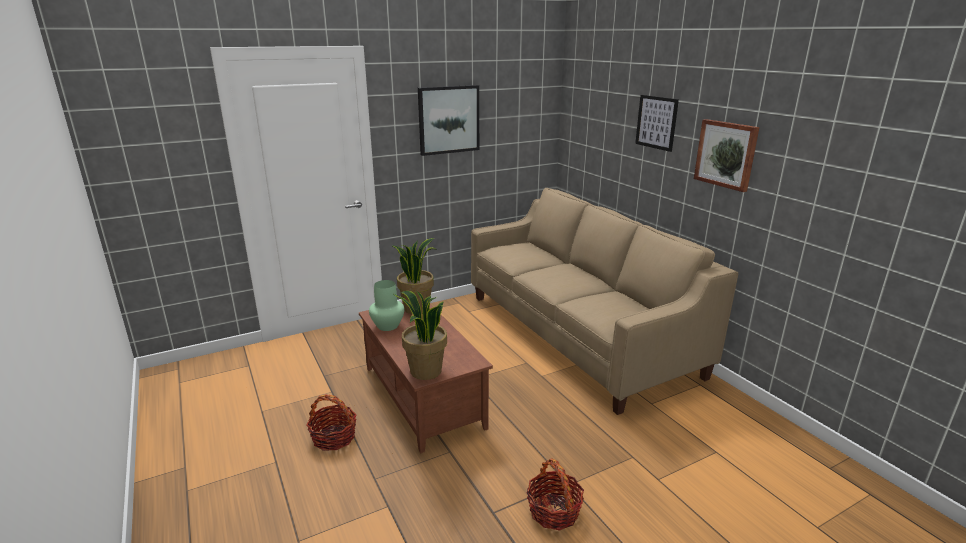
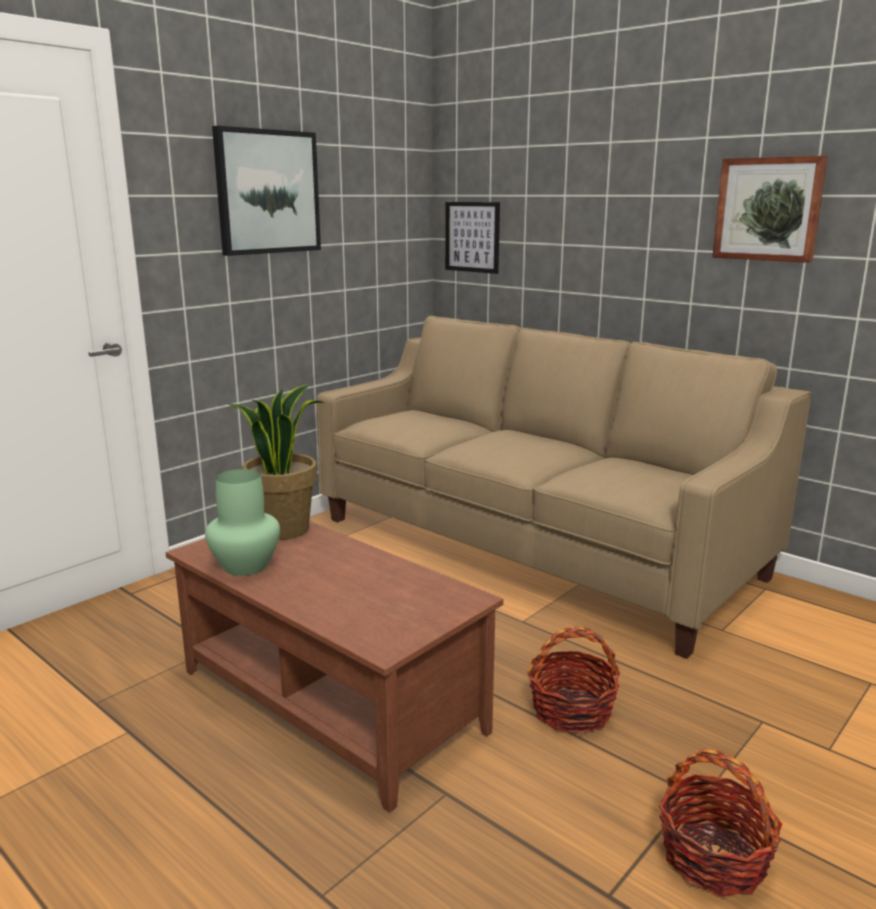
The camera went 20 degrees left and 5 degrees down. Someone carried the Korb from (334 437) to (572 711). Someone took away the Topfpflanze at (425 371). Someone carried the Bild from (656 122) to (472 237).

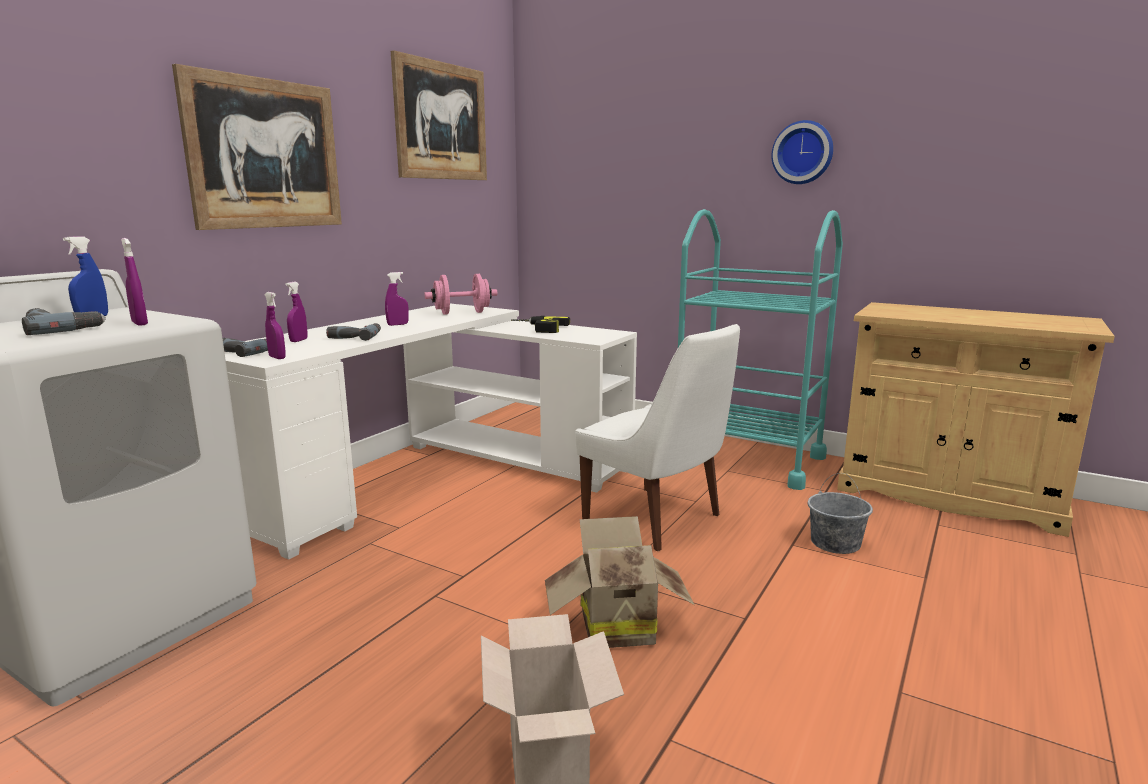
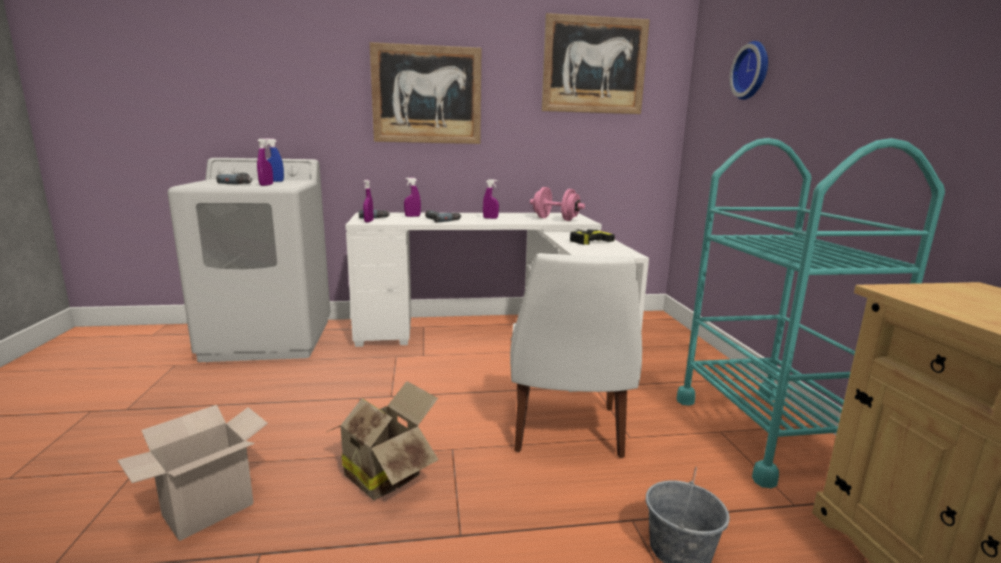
The camera went 50 degrees right and 0 degrees up. Someone carried the Wanduhr from (803 152) to (753 71).

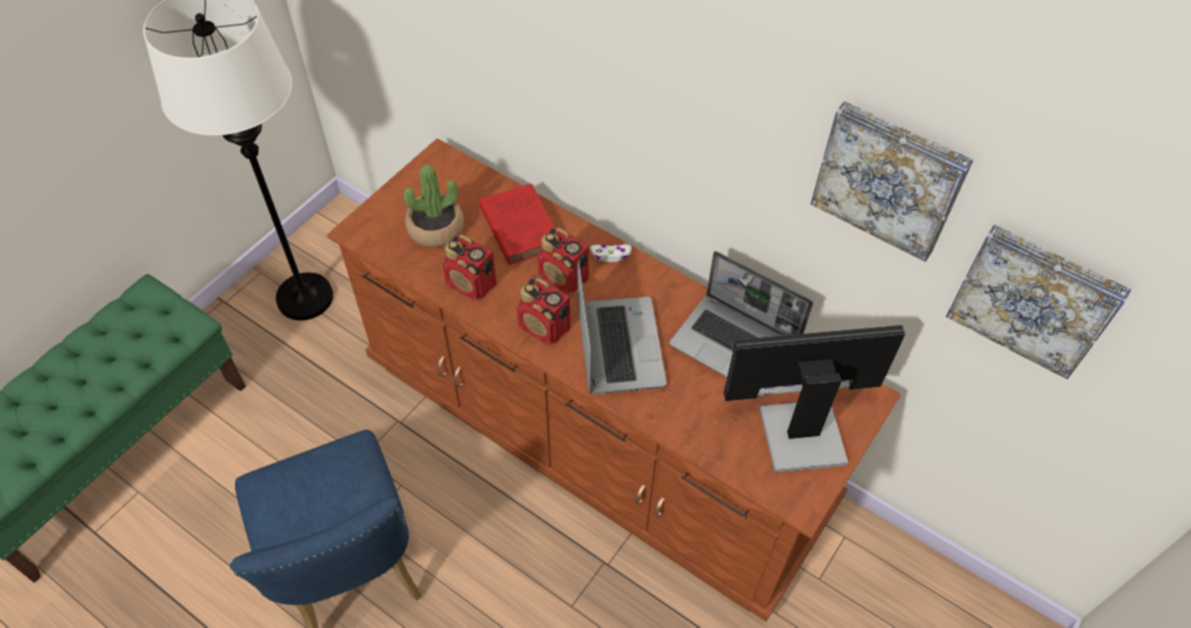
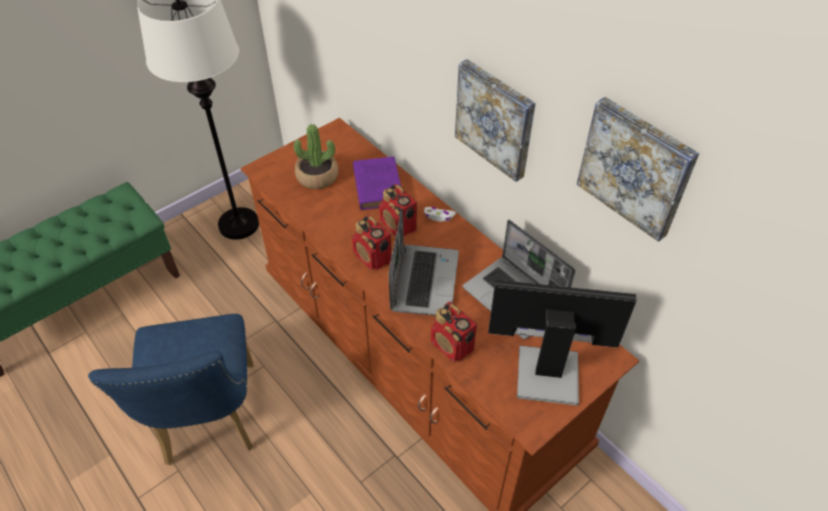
The camera went 15 degrees right and 5 degrees down. Someone carried the Radio from (472 285) to (452 346). Someone repainted the Buch [rot] at (519 226), which became the Buch [lila] at (377 185). Someone carried the Bild from (1034 298) to (496 119).

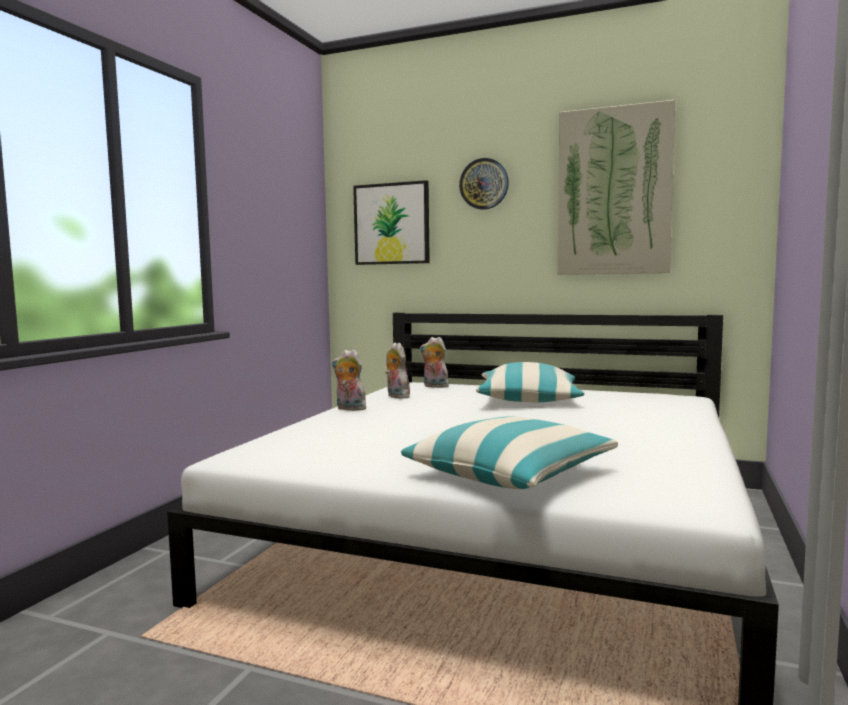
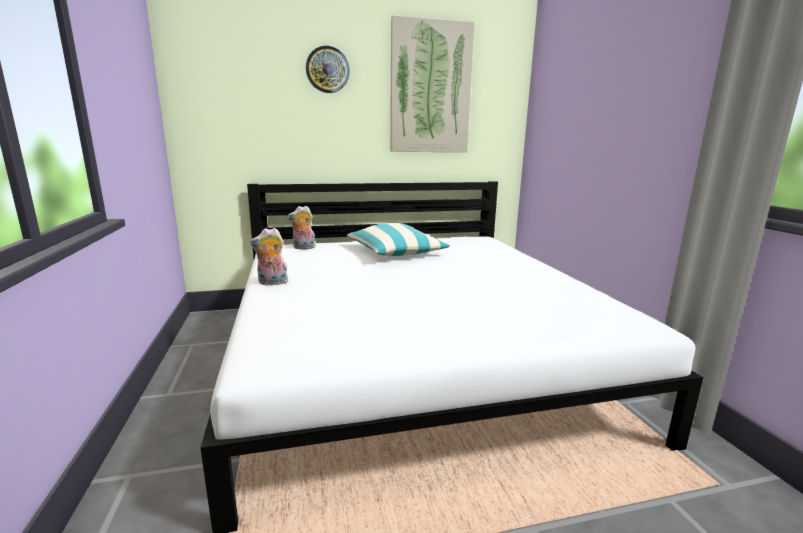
The camera went 35 degrees left and 10 degrees up. Someone took away the Bild at (392 224). Someone took away the Plüschtier at (396 396). Someone took away the Kissen at (509 474).

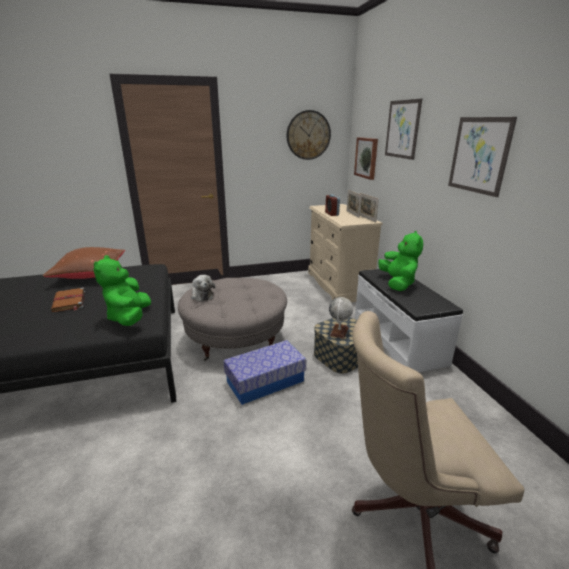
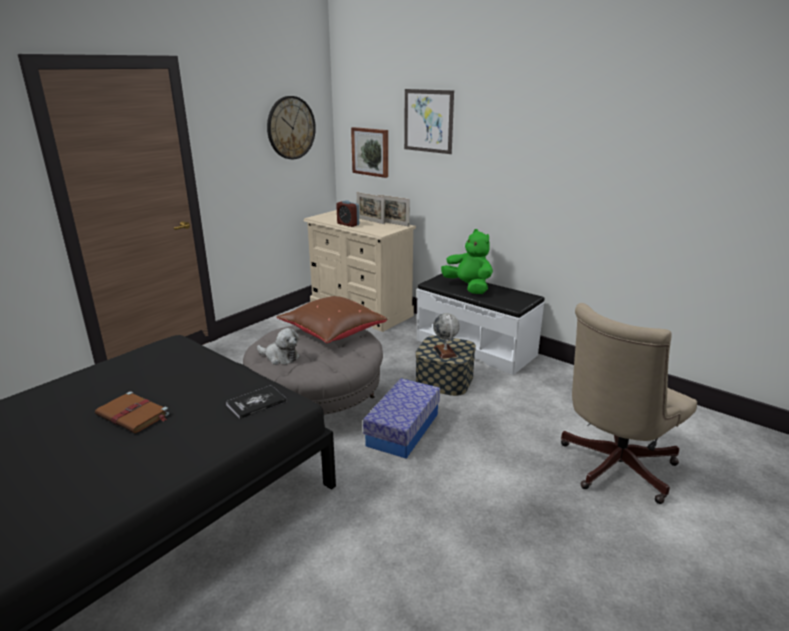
The camera went 35 degrees left and 0 degrees up. Someone carried the Kissen [braun] from (89 274) to (332 333). Someone swapped the Plüschtier [grün] at (129 318) for the Buch at (256 403). Someone took away the Bild at (479 155).

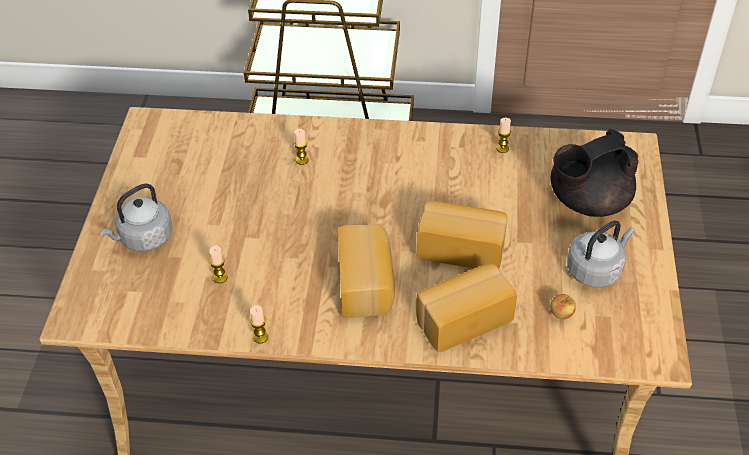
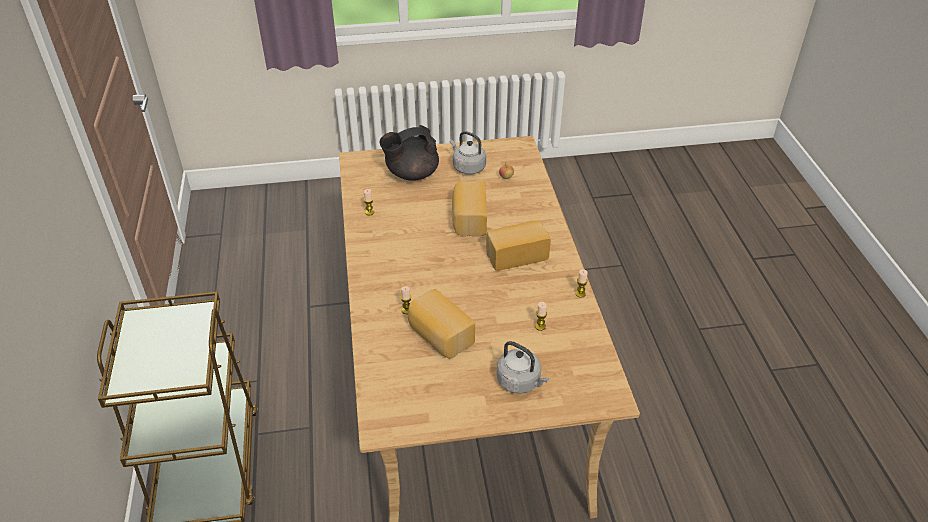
The camera went 105 degrees left and 5 degrees down. Someone carried the Brot from (462 318) to (439 336). Someone rotated the Teekanne [schwarz] at (587 201) by 105 degrees clockwise.

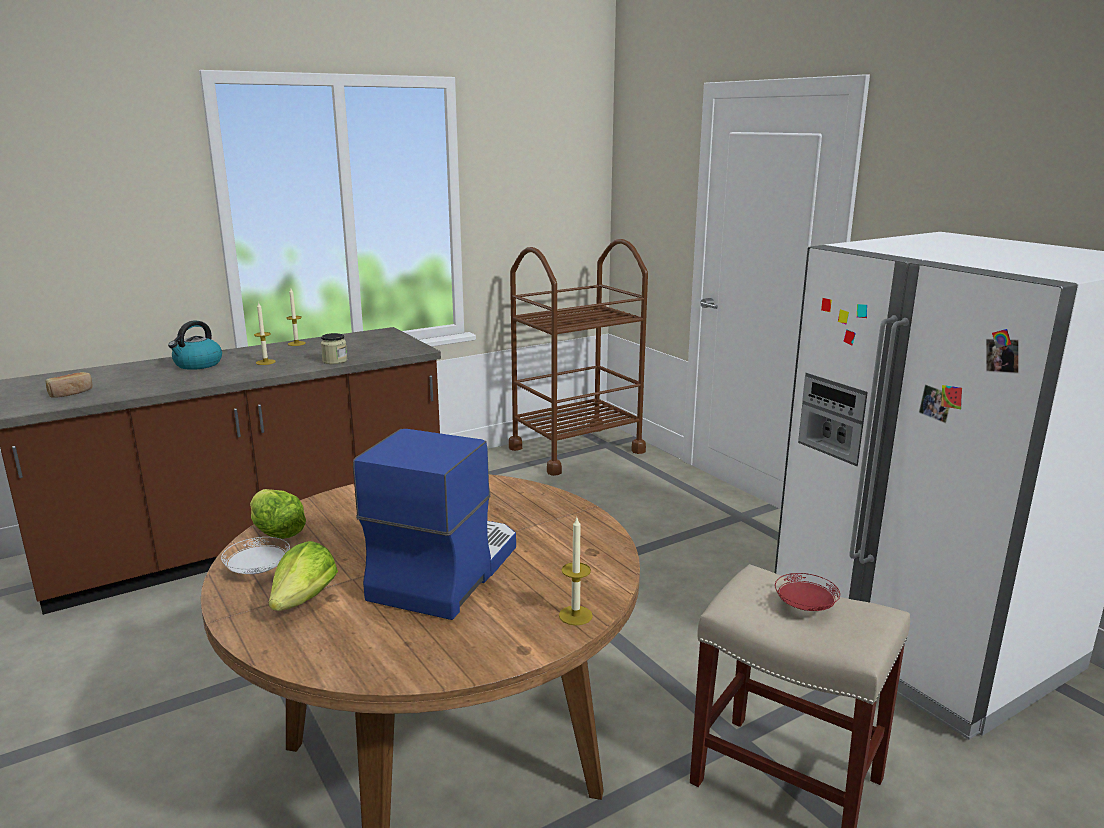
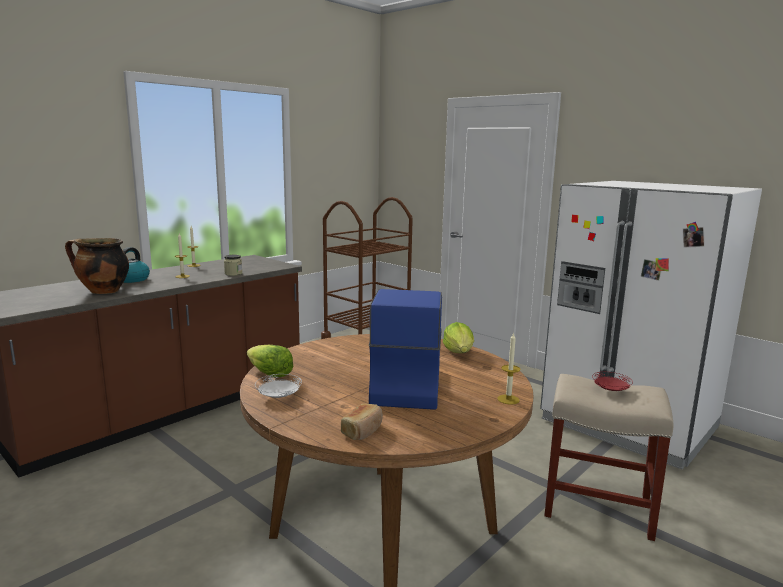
The camera went 15 degrees left and 5 degrees down. Someone carried the Brot from (71 393) to (363 430). Someone carried the Salatkopf from (304 600) to (459 352). Someone put down the Kochtopf at (102 291).

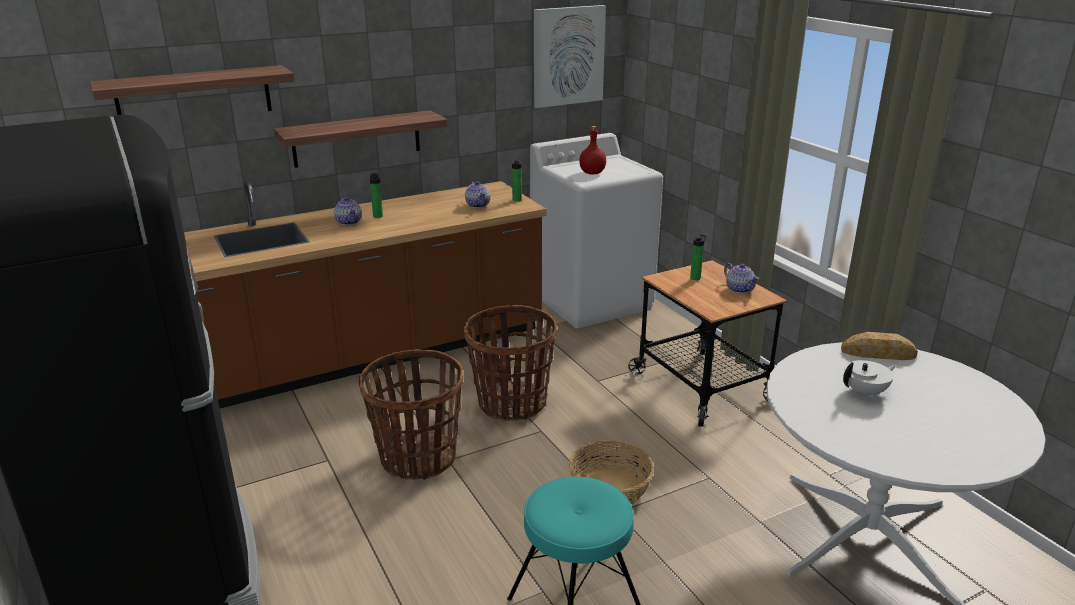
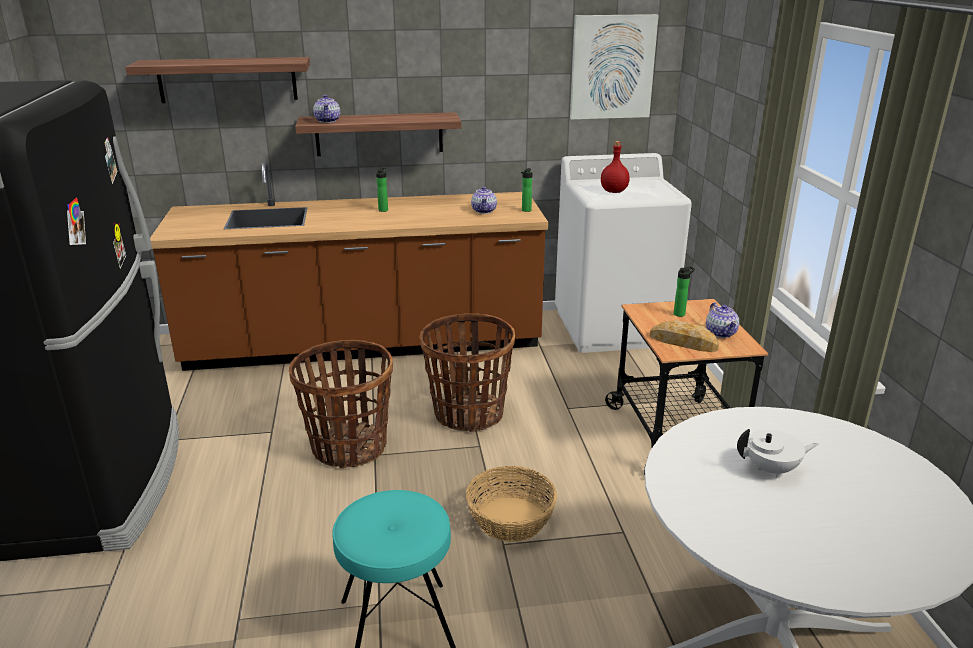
The camera went 20 degrees right and 0 degrees up. Someone carried the Teekanne from (349 222) to (328 121). Someone carried the Brot from (878 353) to (683 342).

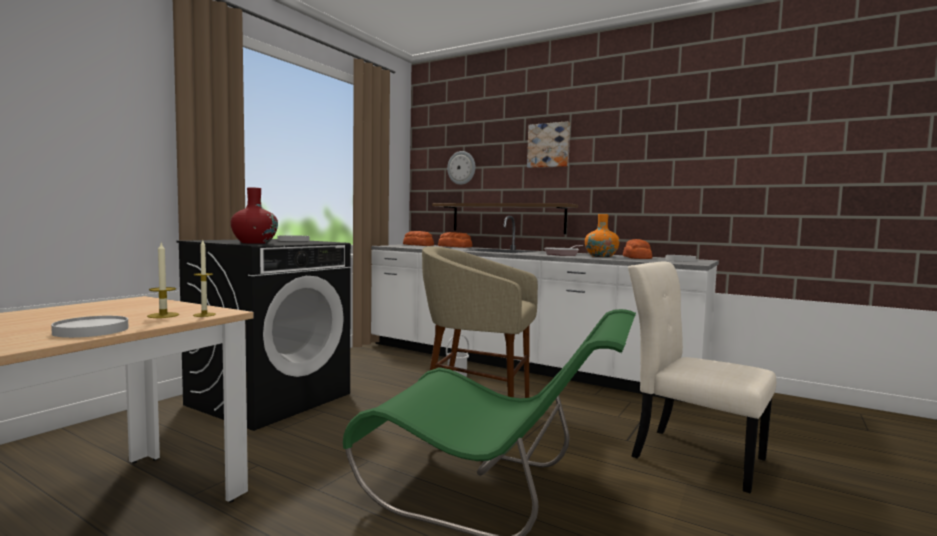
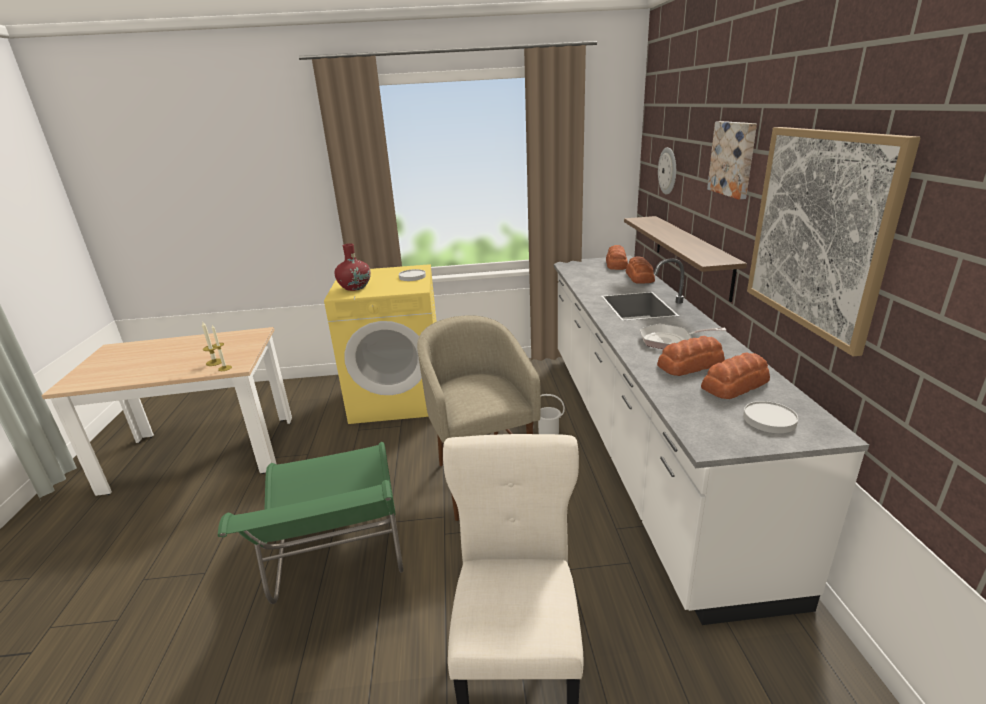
The camera went 55 degrees right and 20 degrees up. Someone took away the Teller [weiß] at (90 330). Someone repainted the Waschmaschine [schwarz] at (270 399), which became the Waschmaschine [gelb] at (399 397). Someone swapped the Vase [orange] at (601 256) for the Brot at (691 364). Someone put up the Bild at (818 231).

